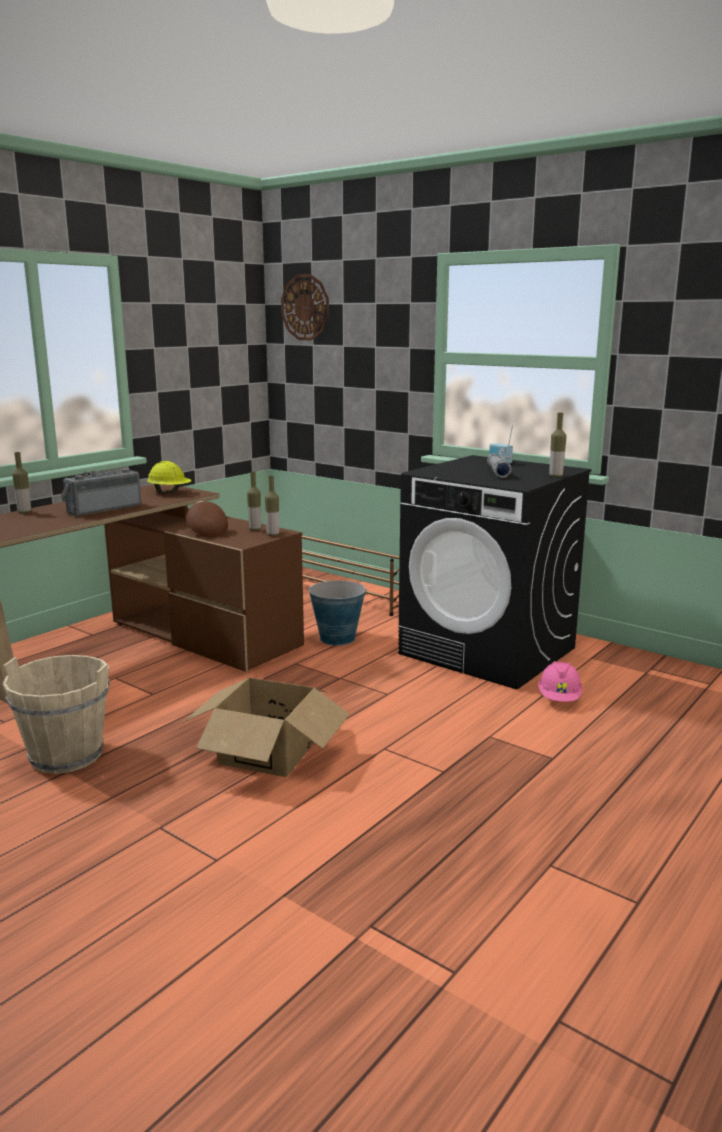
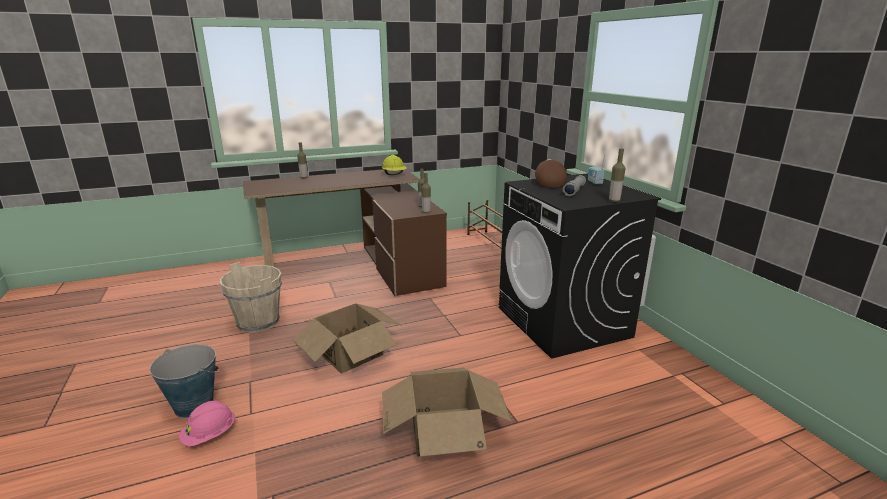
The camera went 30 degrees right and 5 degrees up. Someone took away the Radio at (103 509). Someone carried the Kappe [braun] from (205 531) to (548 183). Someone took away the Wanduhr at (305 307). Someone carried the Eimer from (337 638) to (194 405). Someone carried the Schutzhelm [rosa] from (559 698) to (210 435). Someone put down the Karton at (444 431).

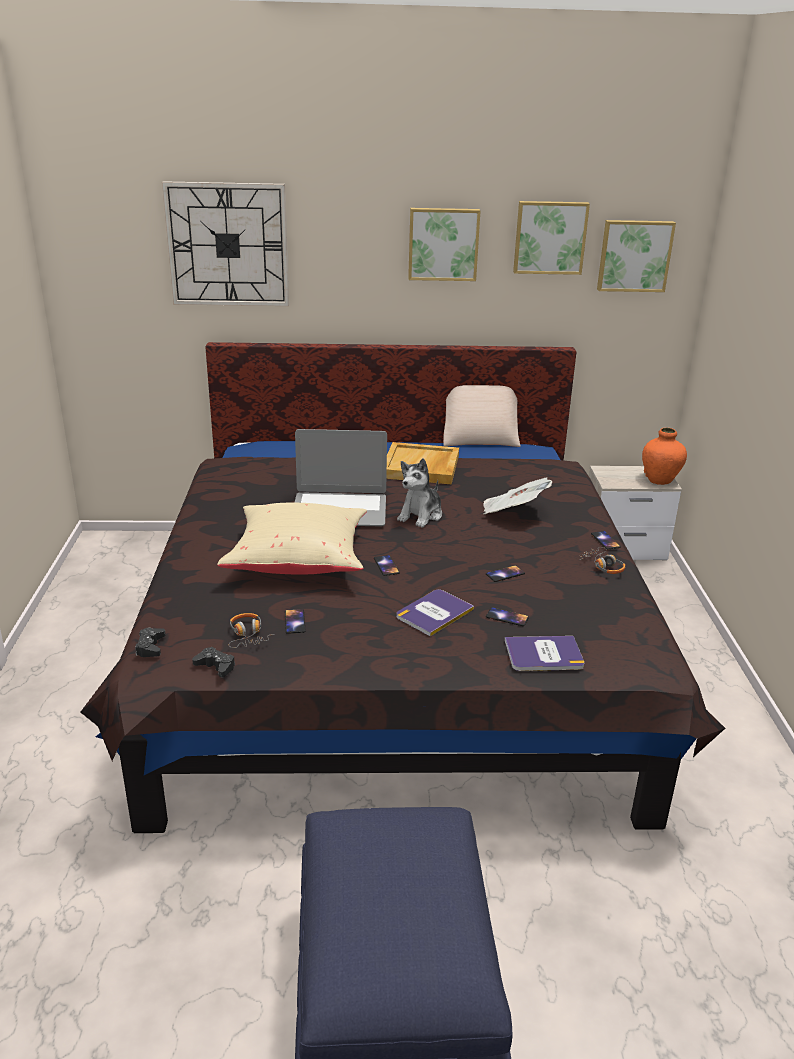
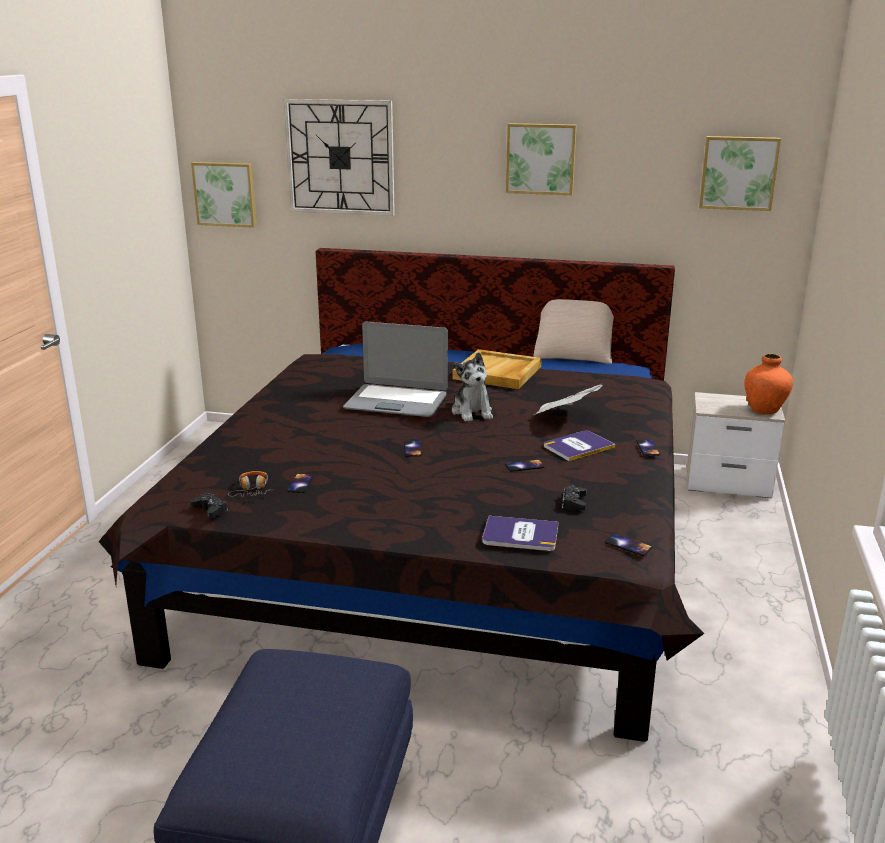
The camera went 15 degrees right and 5 degrees down. Someone carried the Gamepad [schwarz] from (150 647) to (574 503). Someone took away the Kissen [beige] at (298 560). Someone rotated the Plüschtier at (421 515) by 60 degrees counterclockwise. Someone carried the Buch from (434 613) to (578 446). Someone carried the Handy from (507 617) to (628 545). Someone carried the Bild from (550 237) to (225 194). Someone took away the Kopfhörer at (602 566).

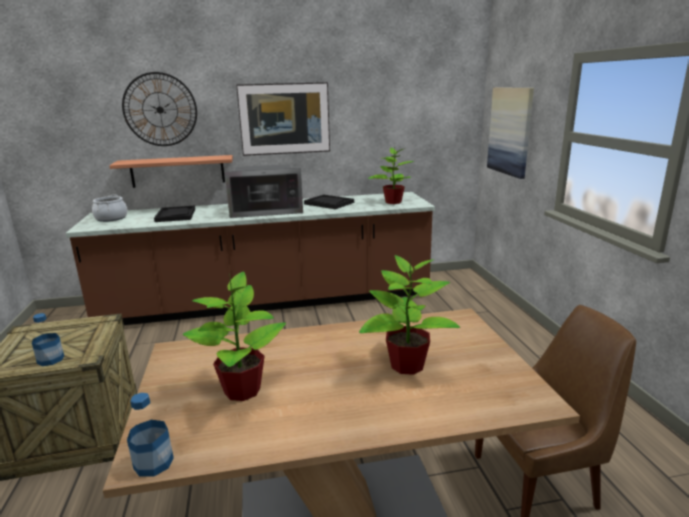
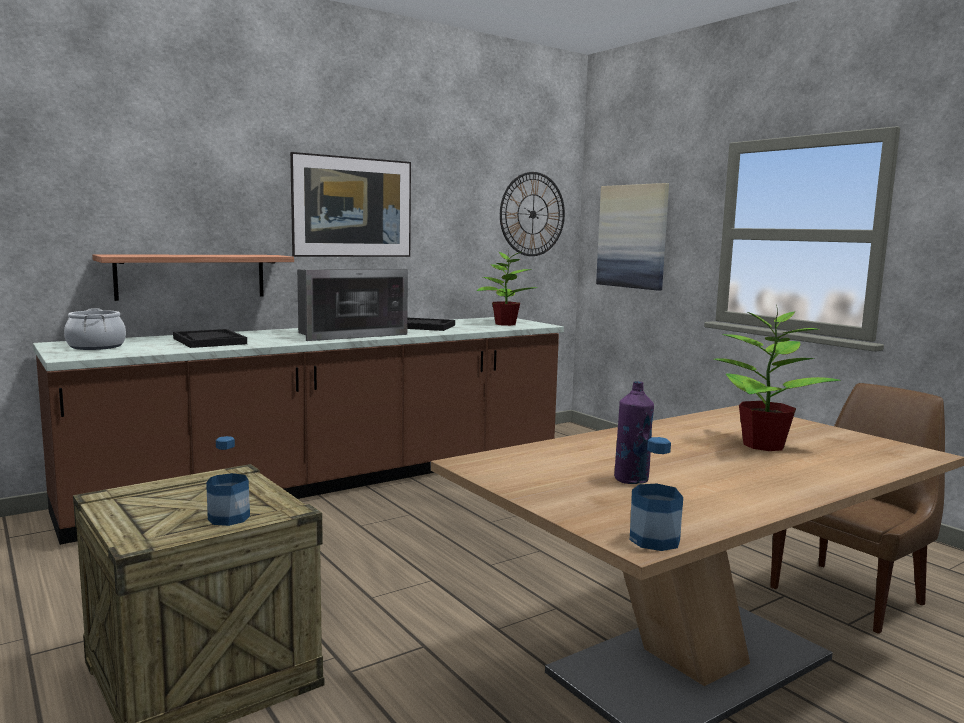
The camera went 25 degrees left and 10 degrees down. Someone carried the Wanduhr from (160 110) to (532 214). Someone swapped the Topfpflanze at (242 389) for the Flasche [lila] at (631 480).

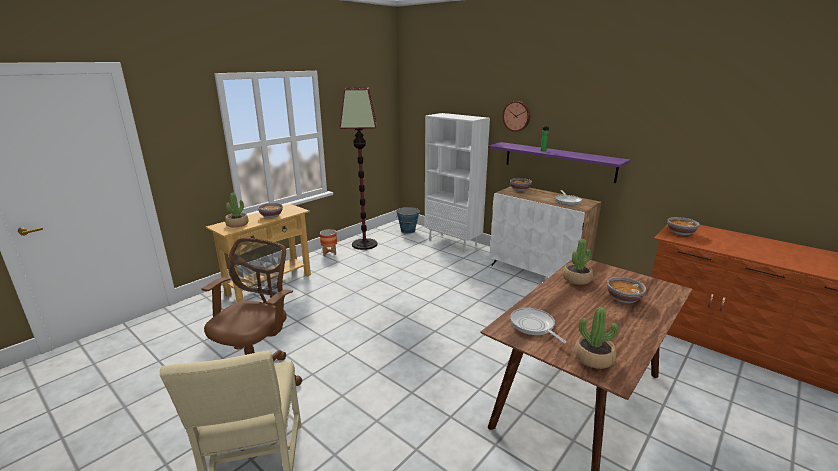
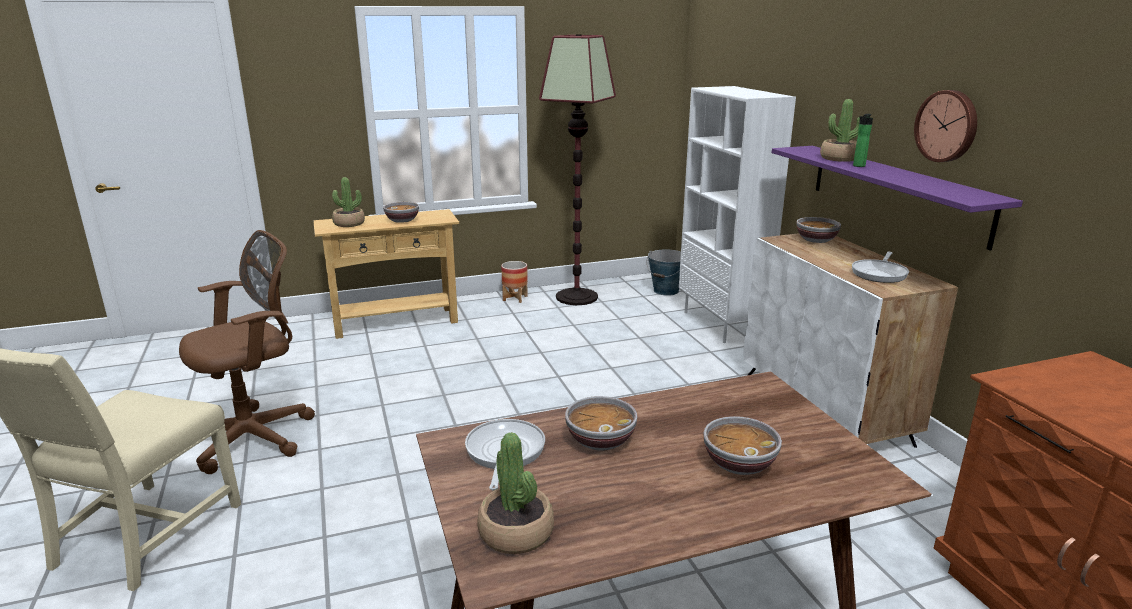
The camera went 30 degrees right and 0 degrees up. Someone carried the Wanduhr from (517 116) to (947 126). Someone carried the Topfpflanze from (576 279) to (839 158). Someone carried the Schüssel from (680 232) to (600 440).

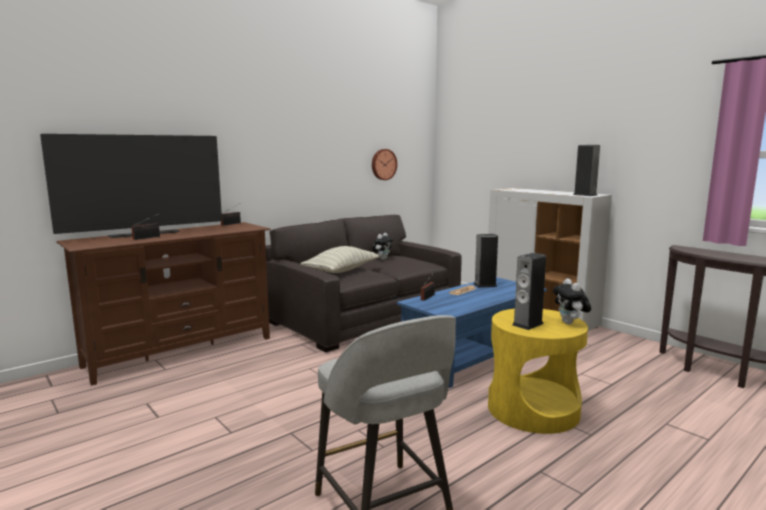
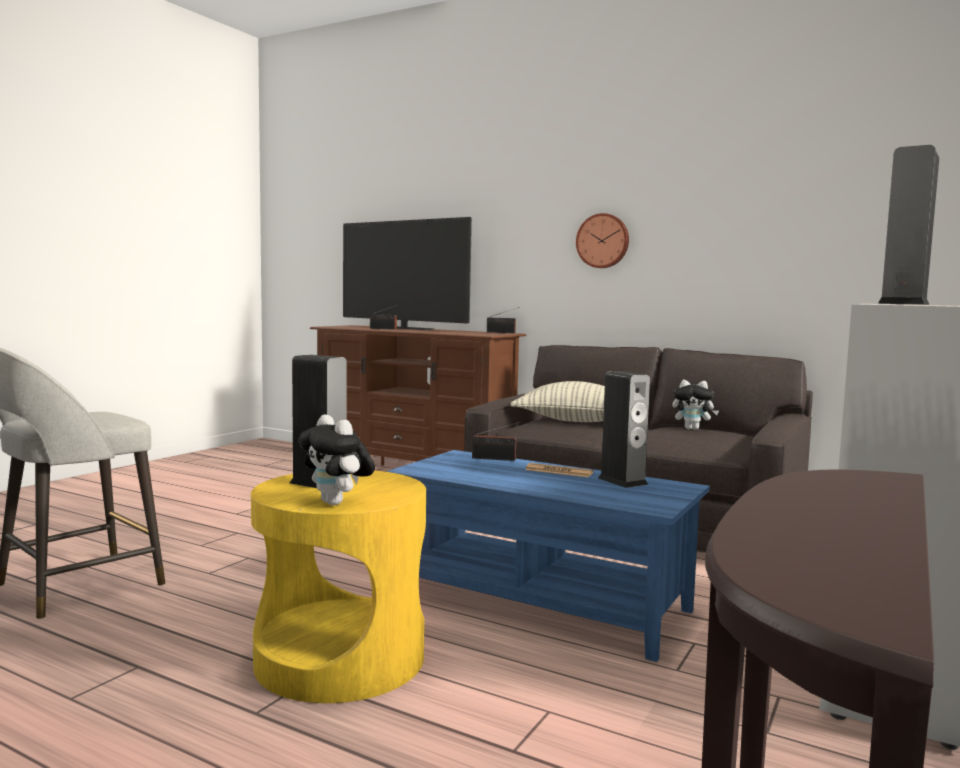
The camera went 70 degrees right and 5 degrees down. Someone carried the Wanduhr from (383 164) to (603 241). Someone rotated the Plüschtier at (570 323) by 105 degrees counterclockwise.

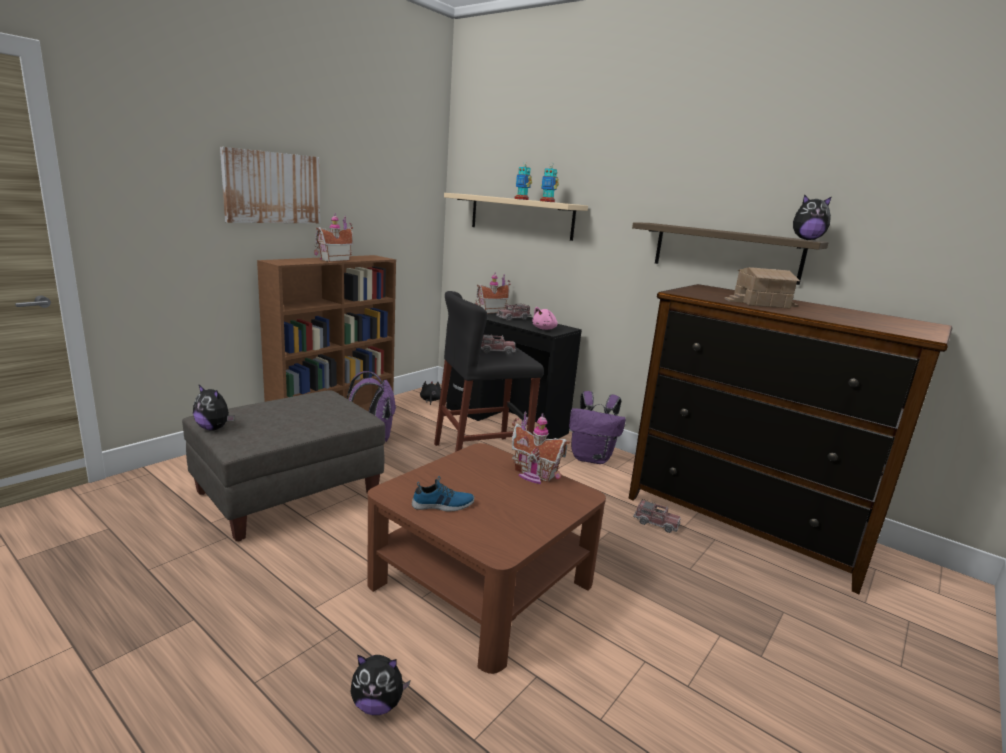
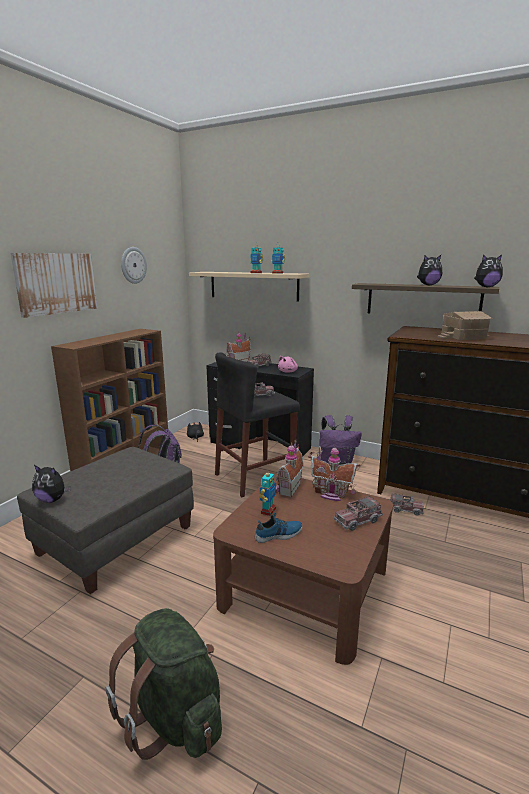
The camera went 10 degrees left and 0 degrees up. Someone carried the Spielzeughaus from (333 260) to (287 488). Someone carried the Plüschtier from (377 704) to (428 285). Someone put down the Rucksack [grün] at (174 716). Someone put up the Wanduhr at (133 265). Someone put down the Spielzeugroboter at (268 510). Someone put down the Spielzeuglaster at (357 520).

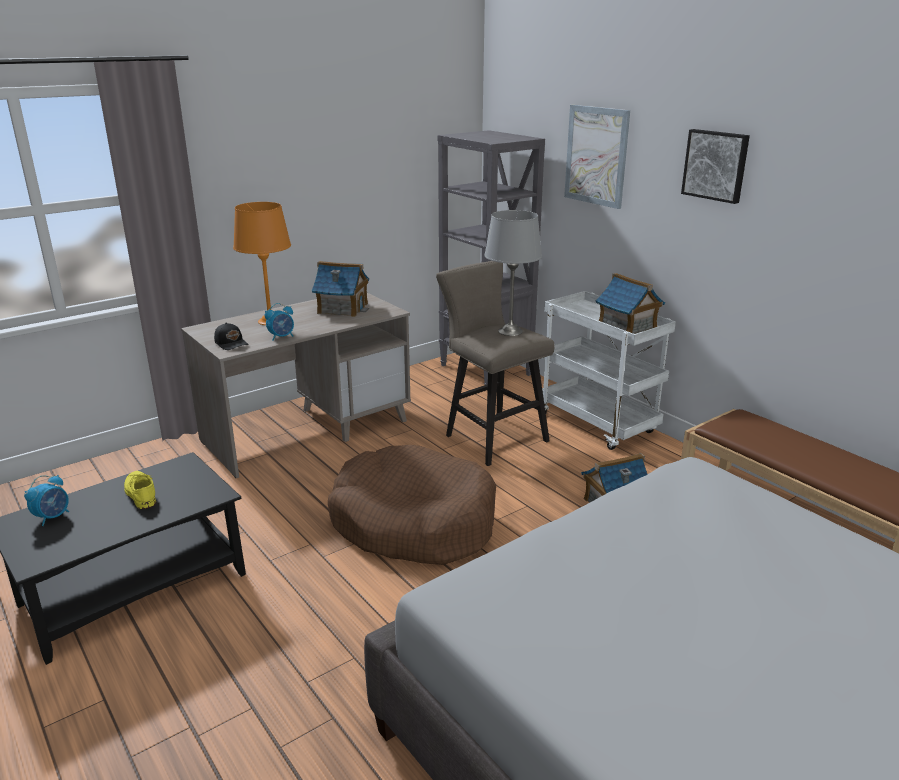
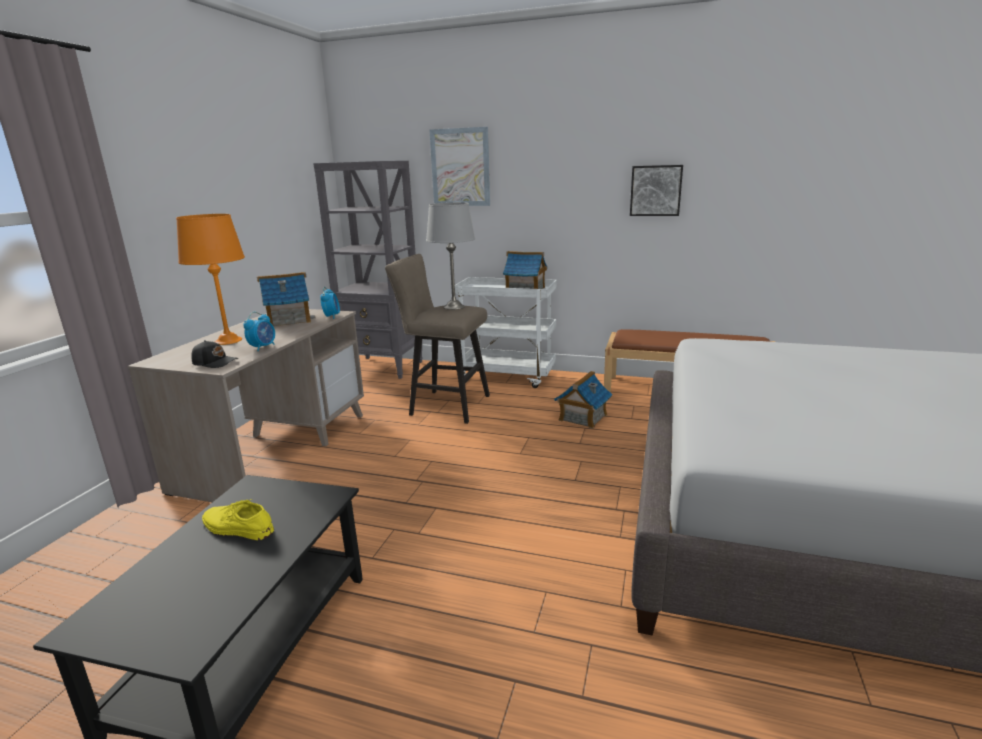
The camera went 35 degrees left and 5 degrees down. Someone carried the Wecker from (53 517) to (332 316). Someone took away the Hundebett [braun] at (413 522). Someone carried the Bild from (716 165) to (655 190).

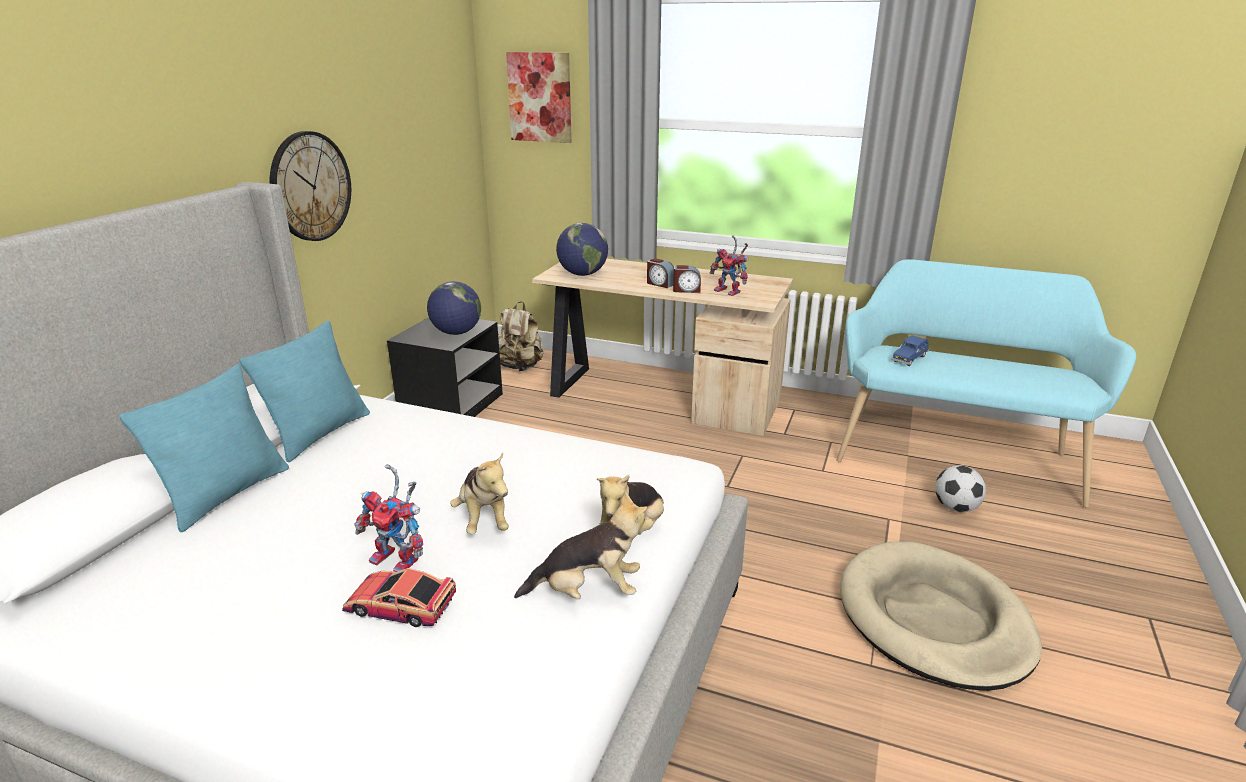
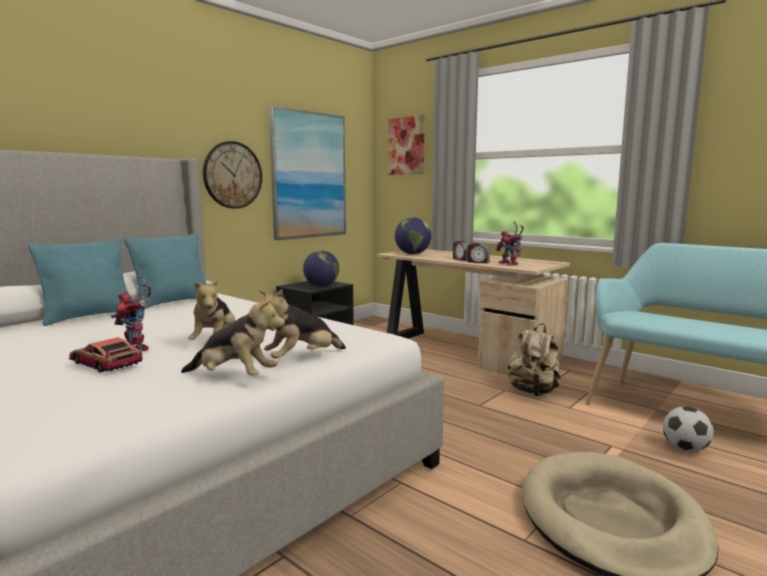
The camera went 20 degrees right and 15 degrees down. Someone carried the Rucksack [beige] from (520 367) to (533 392). Someone took away the Spielzeugauto [blau] at (910 359). Someone put up the Bild at (309 175).

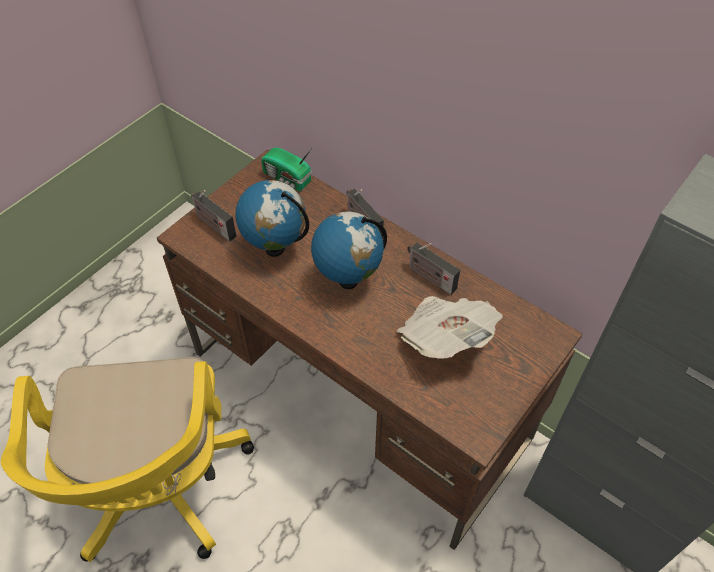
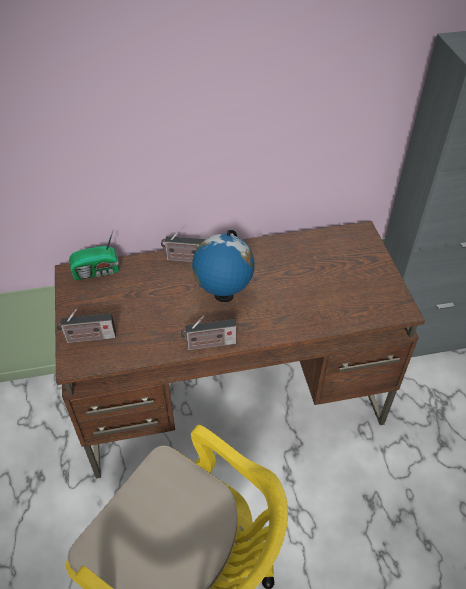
The camera went 50 degrees left and 5 degrees down. Someone took away the Globus at (275 248). Someone took away the Zeitung at (445 337). Someone carried the Radio from (429 277) to (209 344).

